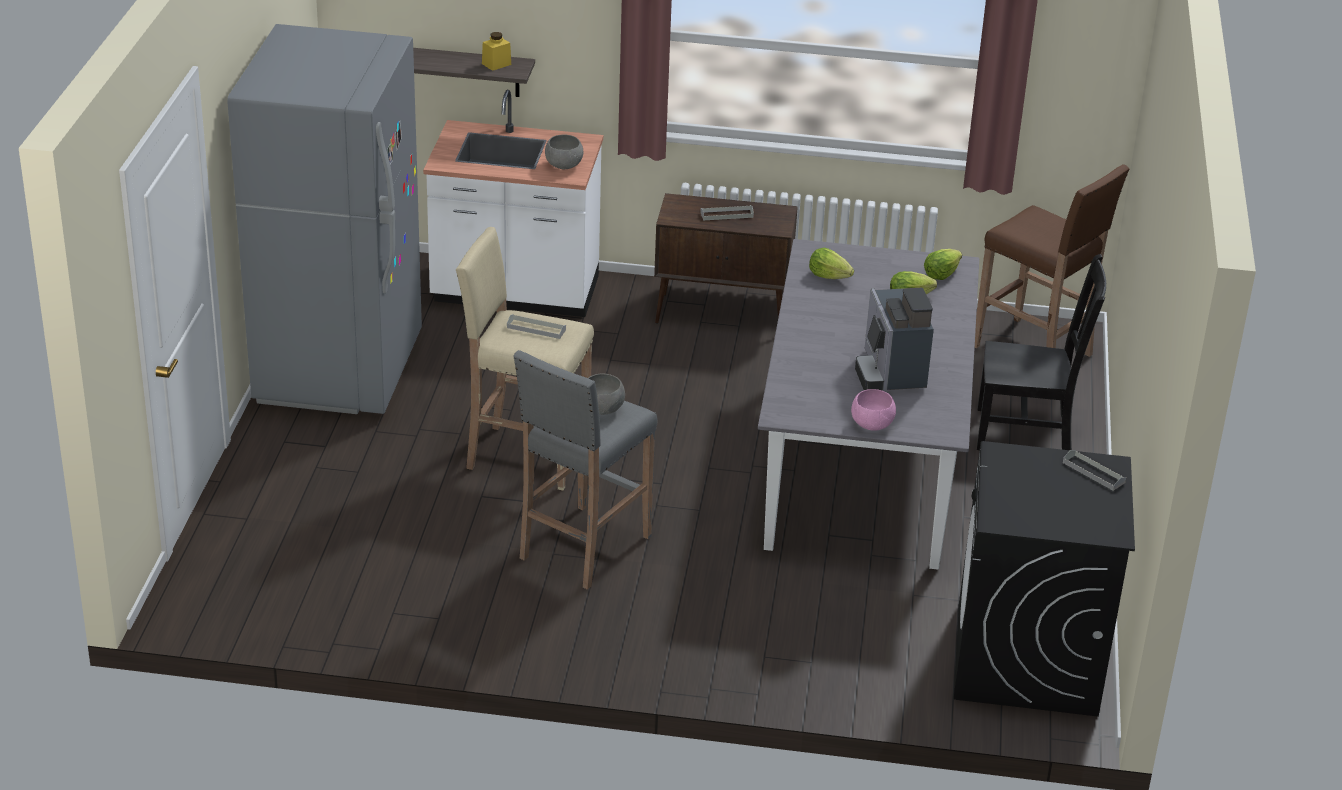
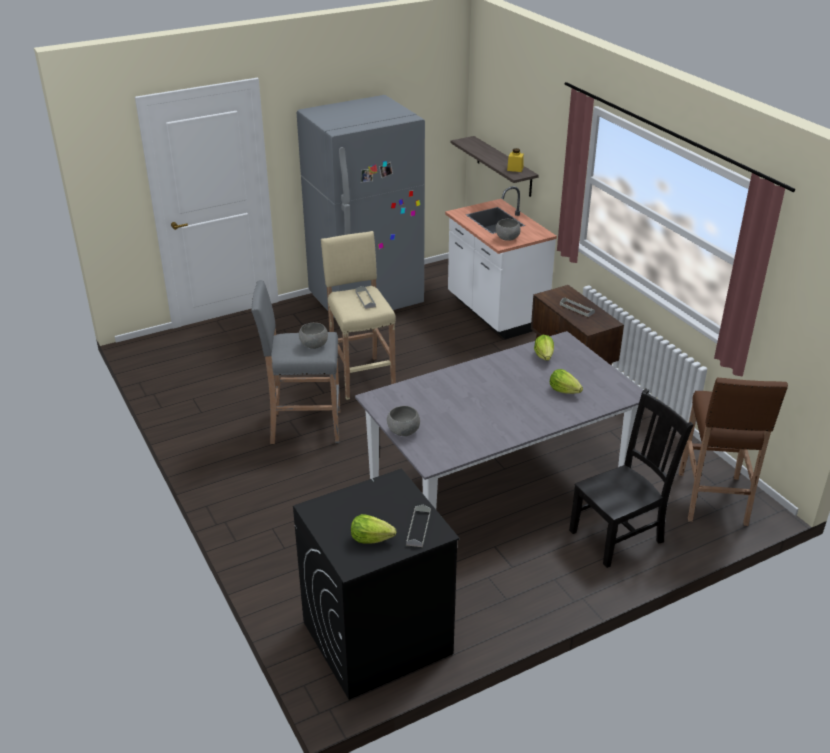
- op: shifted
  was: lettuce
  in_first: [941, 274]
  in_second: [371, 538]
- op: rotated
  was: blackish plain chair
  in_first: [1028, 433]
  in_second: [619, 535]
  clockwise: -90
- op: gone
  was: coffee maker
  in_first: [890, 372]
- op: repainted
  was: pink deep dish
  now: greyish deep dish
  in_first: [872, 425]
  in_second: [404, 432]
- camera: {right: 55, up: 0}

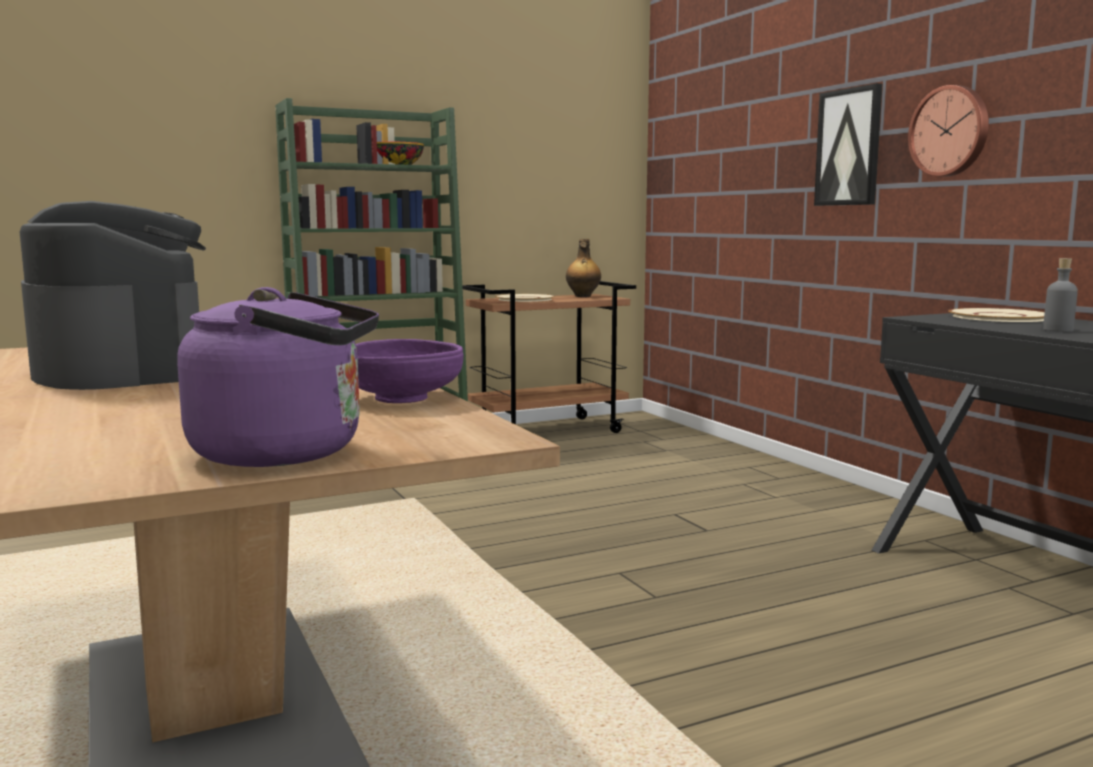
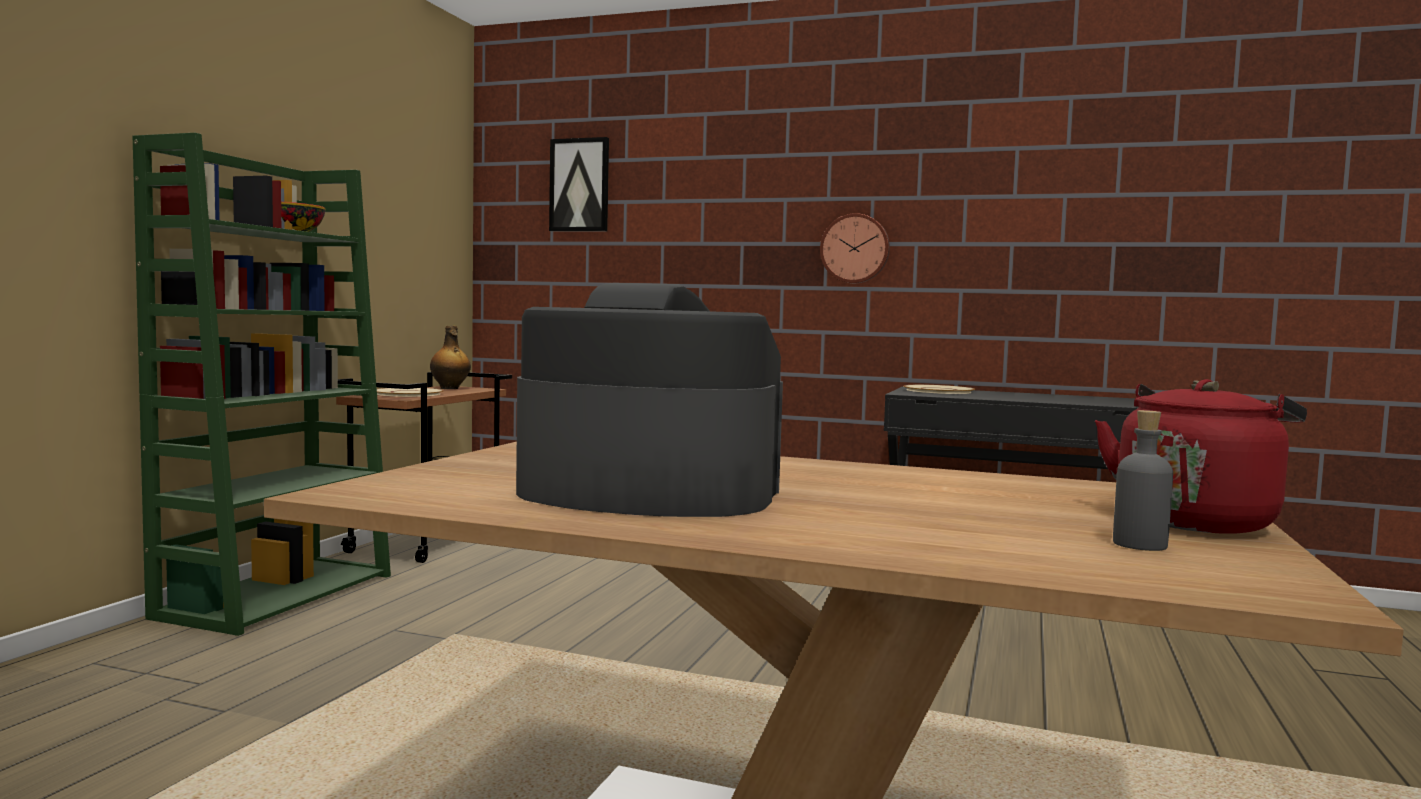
- op: shifted
  was: picture
  in_first: [849, 147]
  in_second: [580, 185]
- op: shifted
  was: greyish bottle
  in_first: [1058, 330]
  in_second: [1139, 544]
- op: repainted
  was: purple tea kettle
  now: red tea kettle
  in_first: [289, 453]
  in_second: [1196, 521]
- op: gone
  was: purple deep dish
  in_first: [402, 398]
- camera: {right: -45, up: -5}

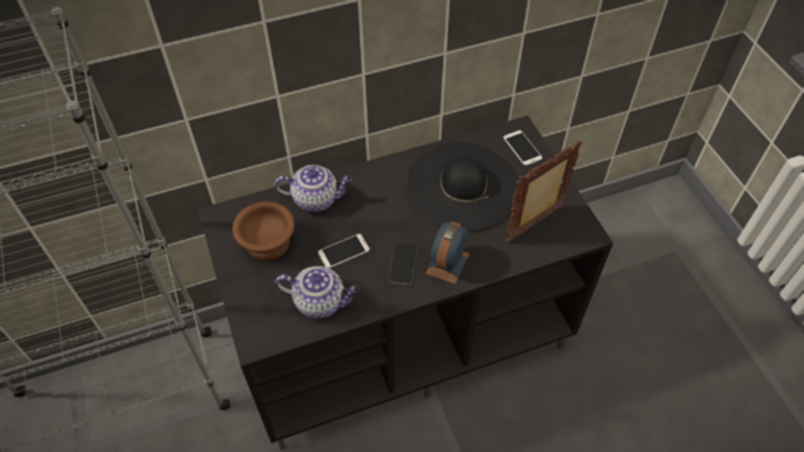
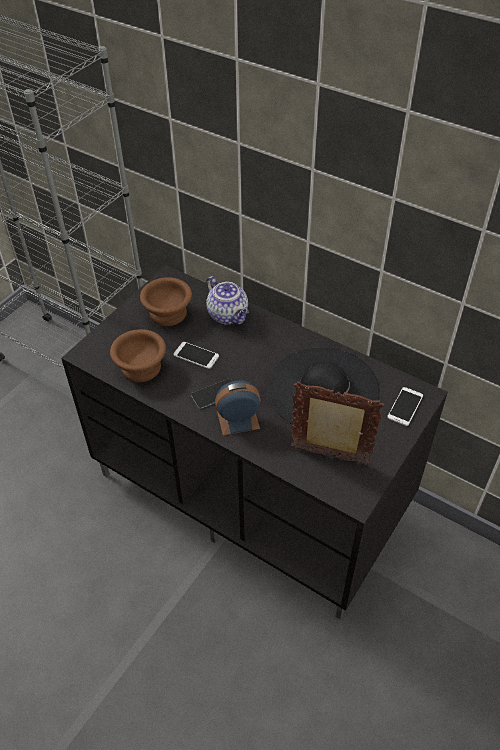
- op: swapped
  was: tea pot
  now: brown-coloured deep dish
  in_first: [321, 302]
  in_second: [142, 368]
- camera: {right: 55, up: -5}

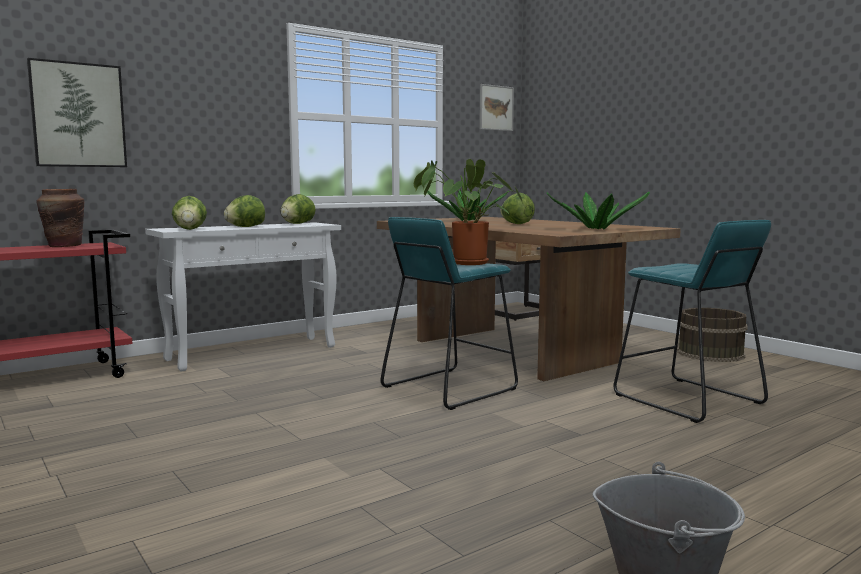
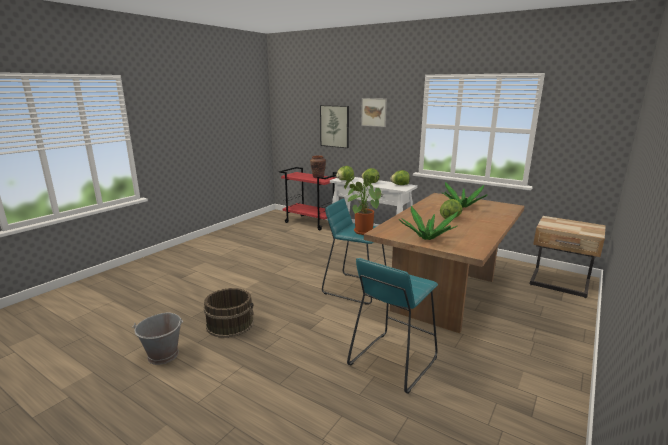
- op: shifted
  was: picture
  in_first: [496, 108]
  in_second: [373, 112]
- op: shifted
  was: brown-coloured bucket
  in_first: [709, 353]
  in_second: [230, 324]
- camera: {right: 70, up: 10}

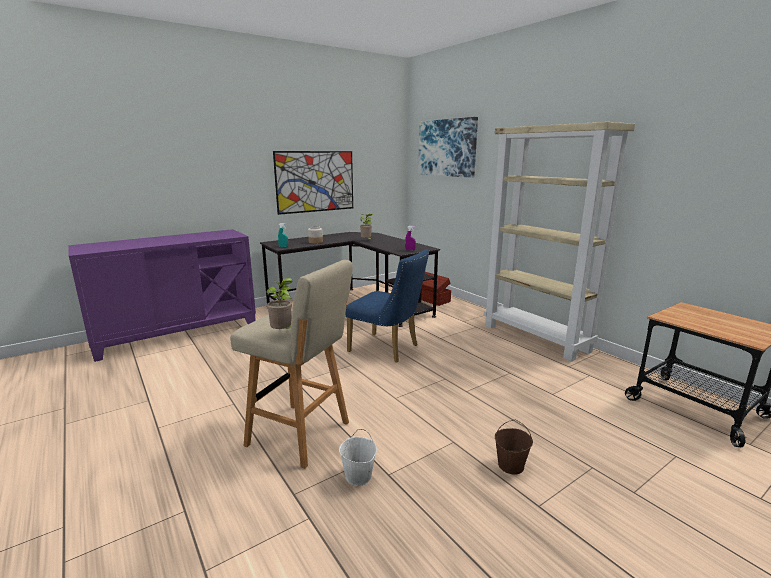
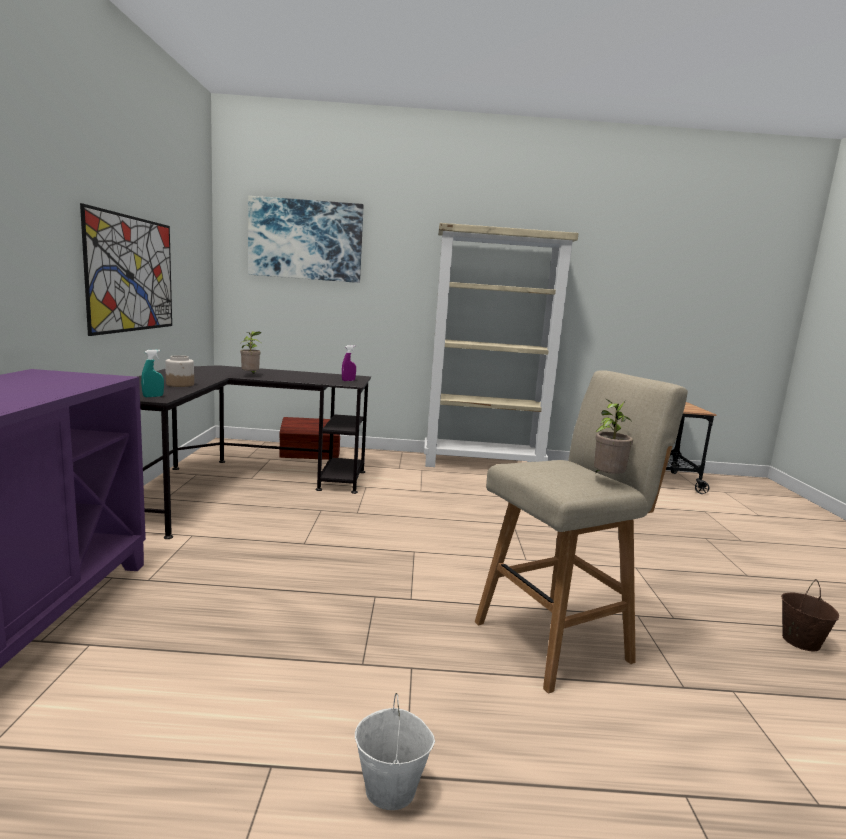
- op: gone
  was: blue-coloured plain chair
  in_first: [388, 349]
- op: shifted
  was: brown-coloured bucket
  in_first: [511, 465]
  in_second: [800, 641]
- op: shifted
  was: white-coloured bucket
  in_first: [358, 476]
  in_second: [391, 788]
- camera: {right: -55, up: -5}

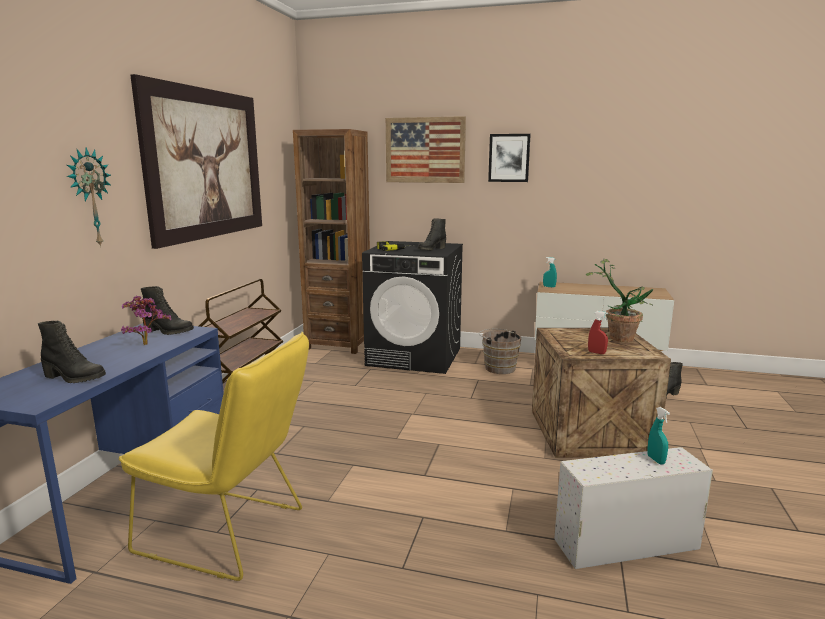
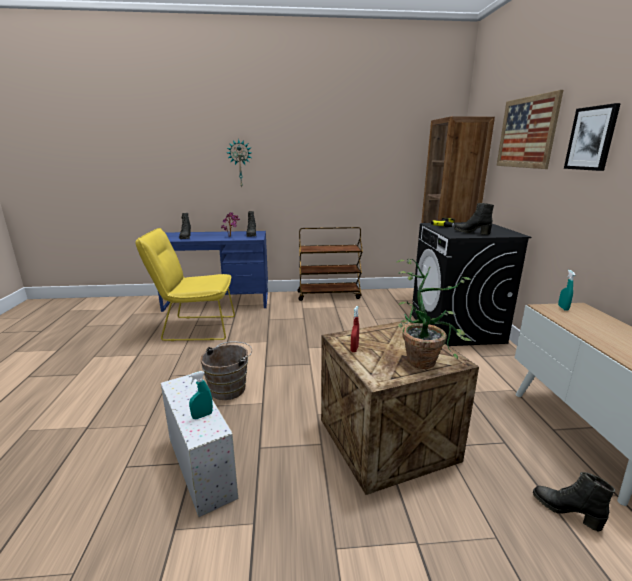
- op: gone
  was: picture
  in_first: [206, 164]
- op: shifted
  was: brown-coloured bucket
  in_first: [498, 367]
  in_second: [230, 388]
- op: rotated
  was: yellowish plain chair
  in_first: [230, 533]
  in_second: [194, 328]
  clockwise: 90
- camera: {right: 70, up: 5}

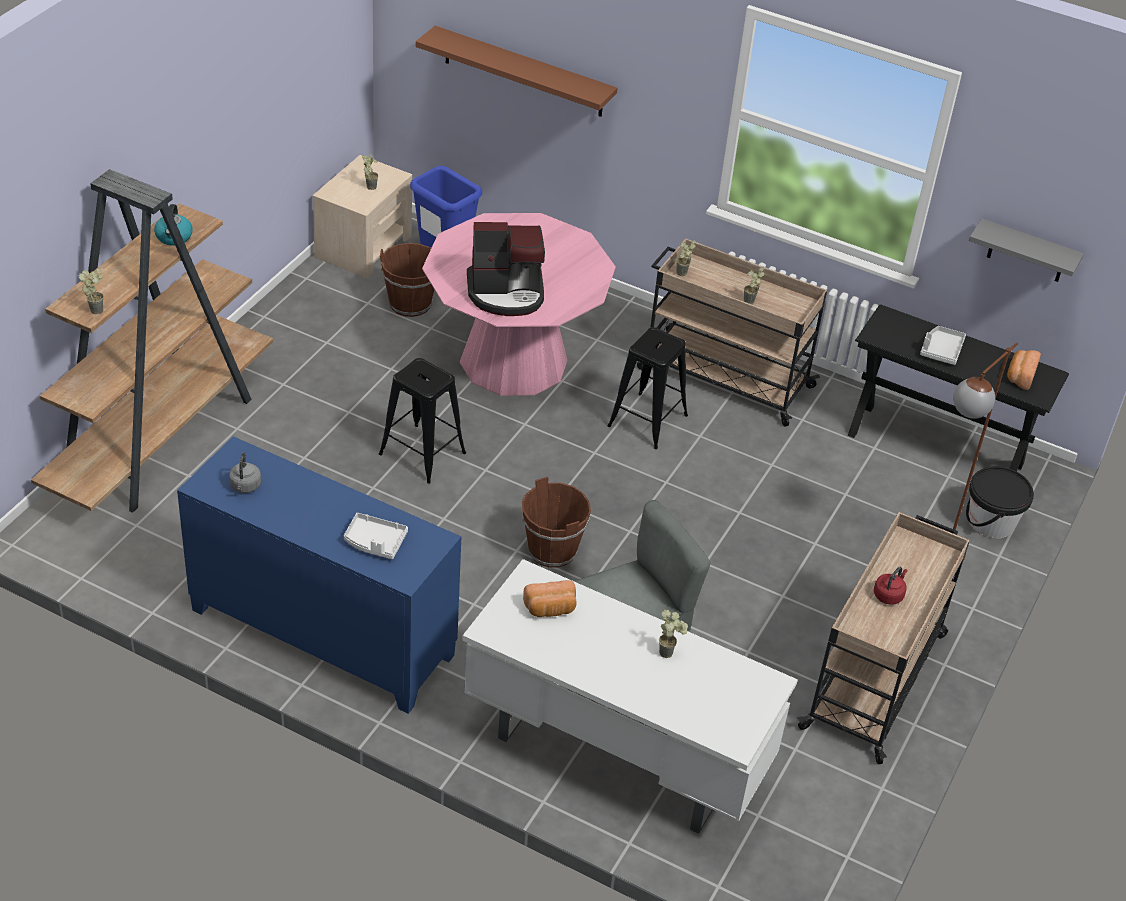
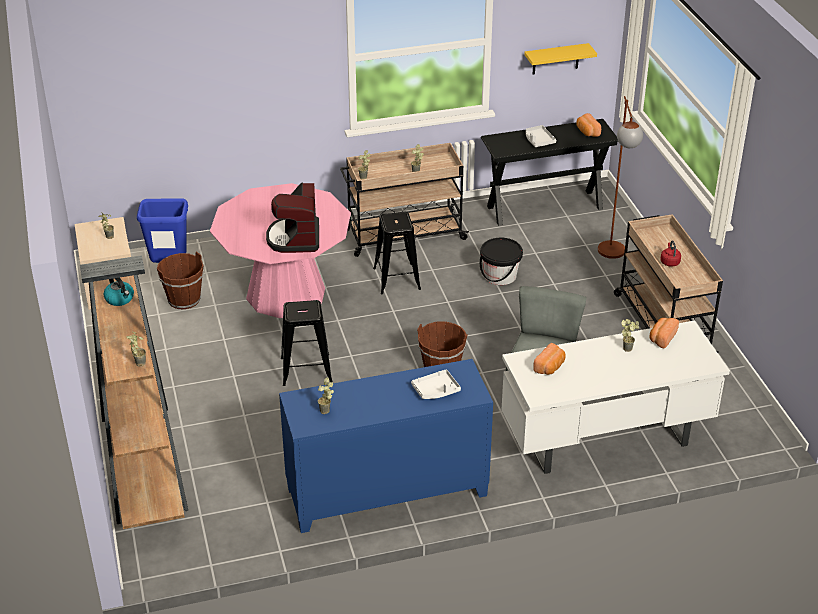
- op: gone
  was: brown-coloured bracket shelf
  in_first: [523, 72]
- op: repainted
  was: greyish bracket shelf
  now: yellowish bracket shelf
  in_first: [1027, 252]
  in_second: [555, 59]
- op: rotated
  was: coffee maker
  in_first: [506, 293]
  in_second: [295, 238]
  clockwise: 135
- op: swapped
  was: greyish tea kettle
  now: houseplant
  in_first: [245, 487]
  in_second: [327, 412]
- op: shifted
  was: blackish bucket
  in_first: [991, 521]
  in_second: [500, 275]
- op: new
  now: bakery bread
  in_second: [662, 338]
- camera: {right: -40, up: -5}

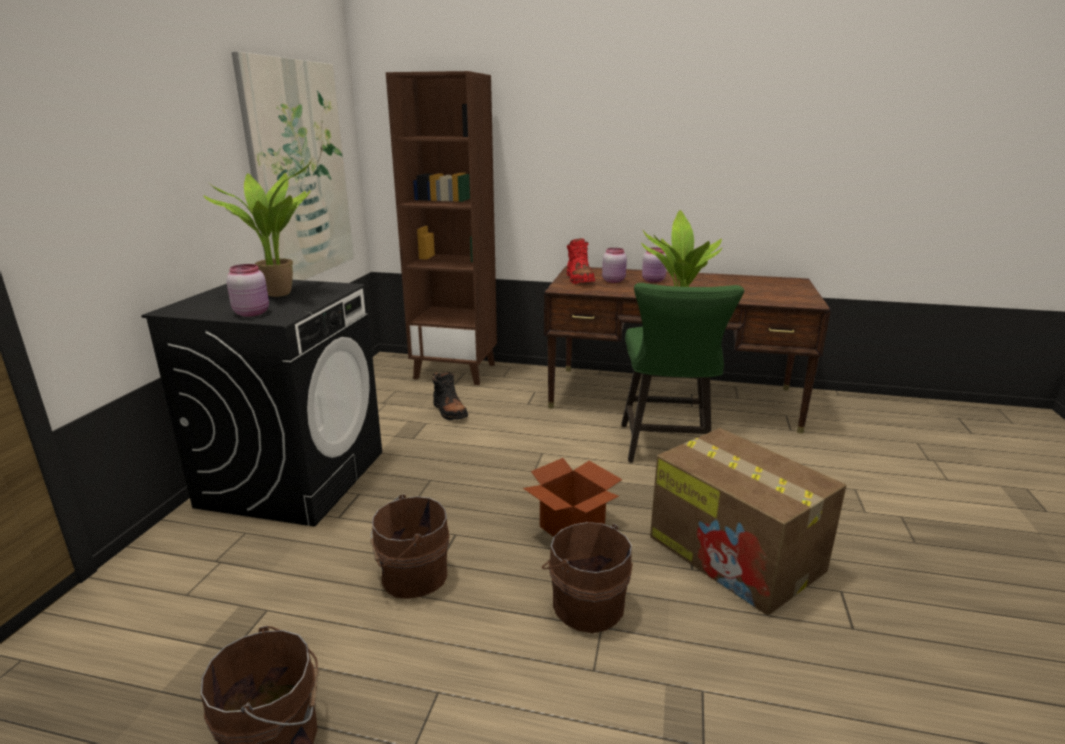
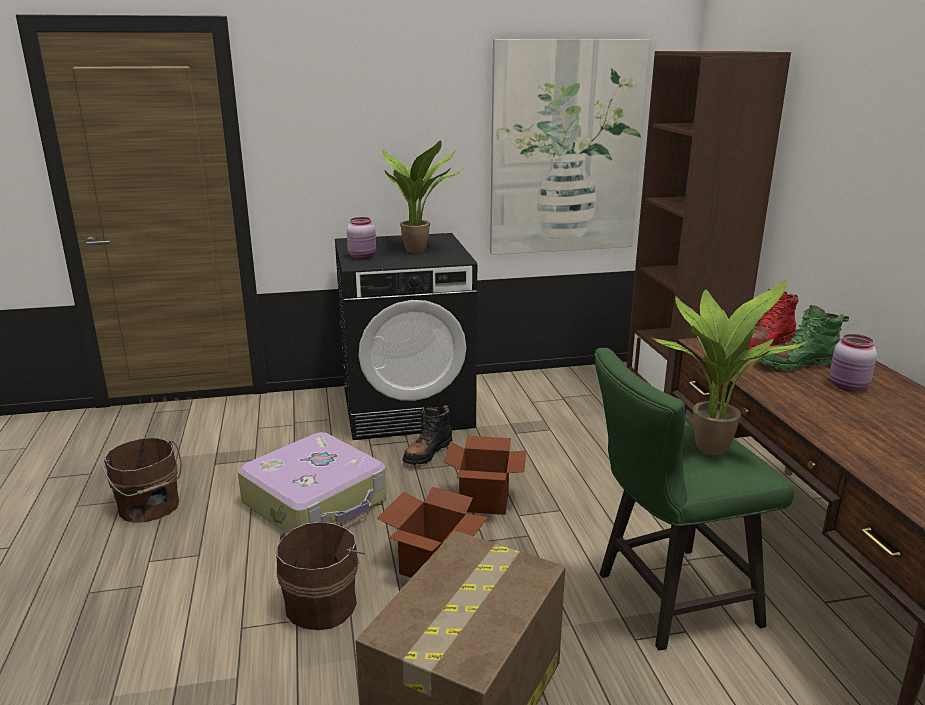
- op: swapped
  was: pink jar
  now: green tall boot
  in_first: [614, 281]
  in_second: [796, 364]
- op: shifted
  was: blackish tall boot
  in_first: [449, 411]
  in_second: [427, 453]
- op: swapped
  was: brown-coloured bucket
  now: travel case
  in_first: [411, 576]
  in_second: [316, 501]
- op: new
  now: packing box
  in_second: [484, 501]
- camera: {right: 65, up: 0}

